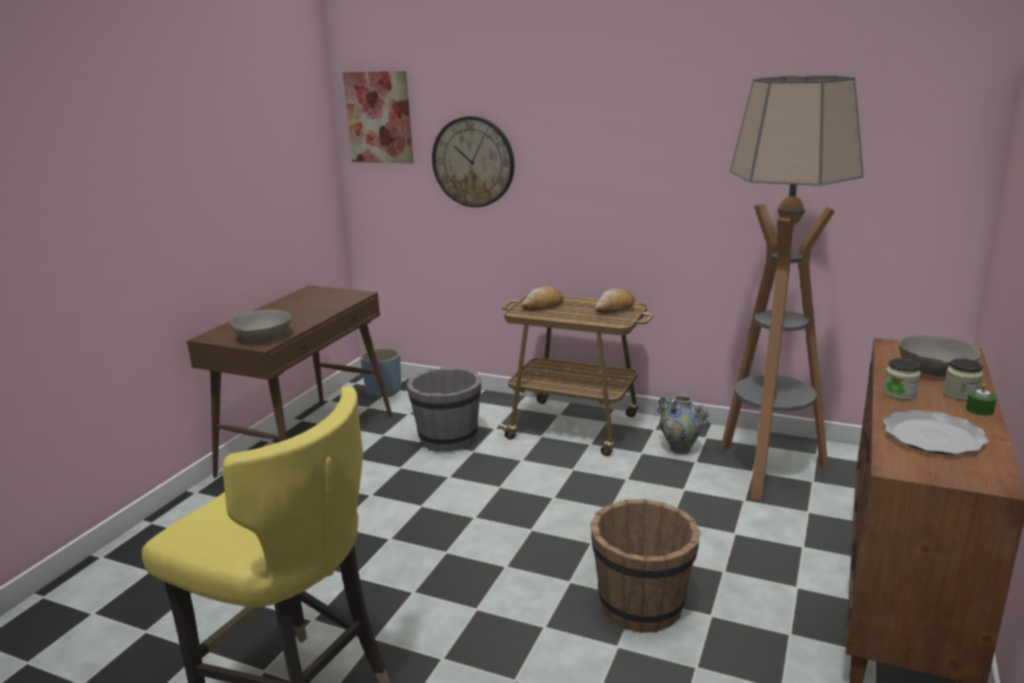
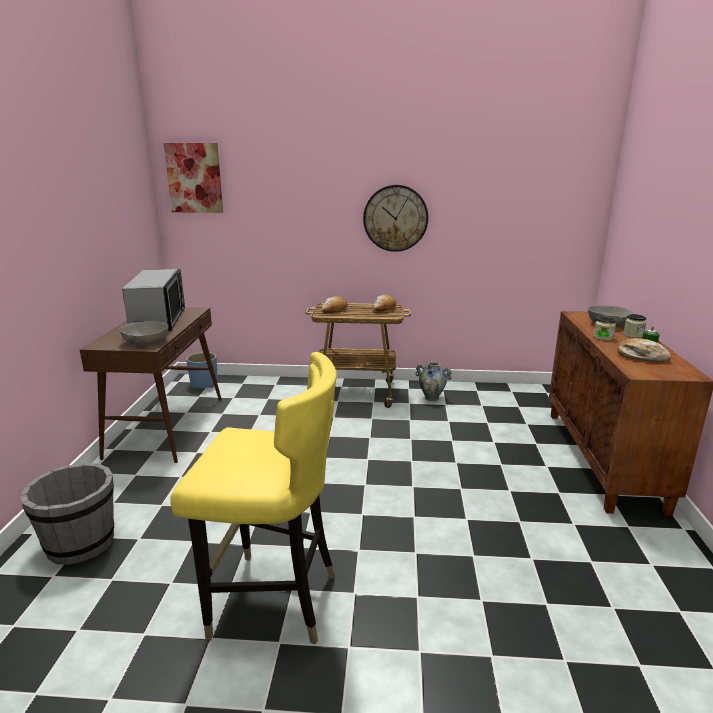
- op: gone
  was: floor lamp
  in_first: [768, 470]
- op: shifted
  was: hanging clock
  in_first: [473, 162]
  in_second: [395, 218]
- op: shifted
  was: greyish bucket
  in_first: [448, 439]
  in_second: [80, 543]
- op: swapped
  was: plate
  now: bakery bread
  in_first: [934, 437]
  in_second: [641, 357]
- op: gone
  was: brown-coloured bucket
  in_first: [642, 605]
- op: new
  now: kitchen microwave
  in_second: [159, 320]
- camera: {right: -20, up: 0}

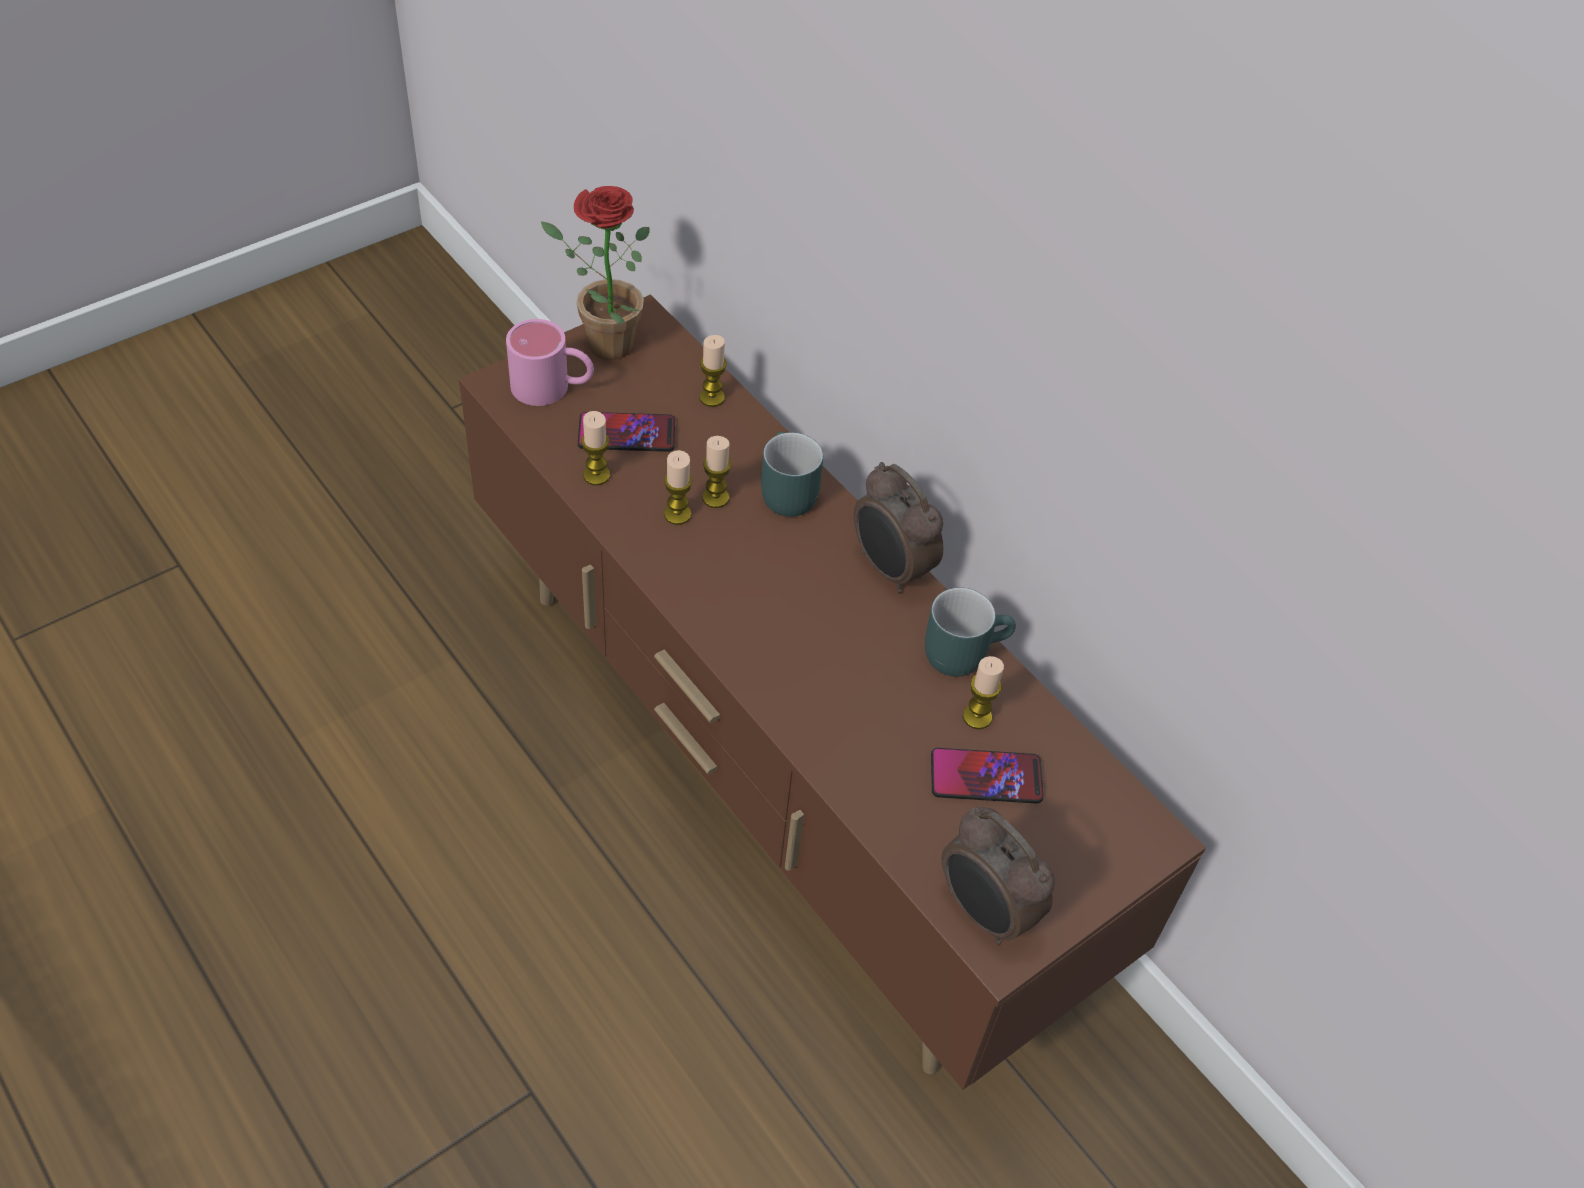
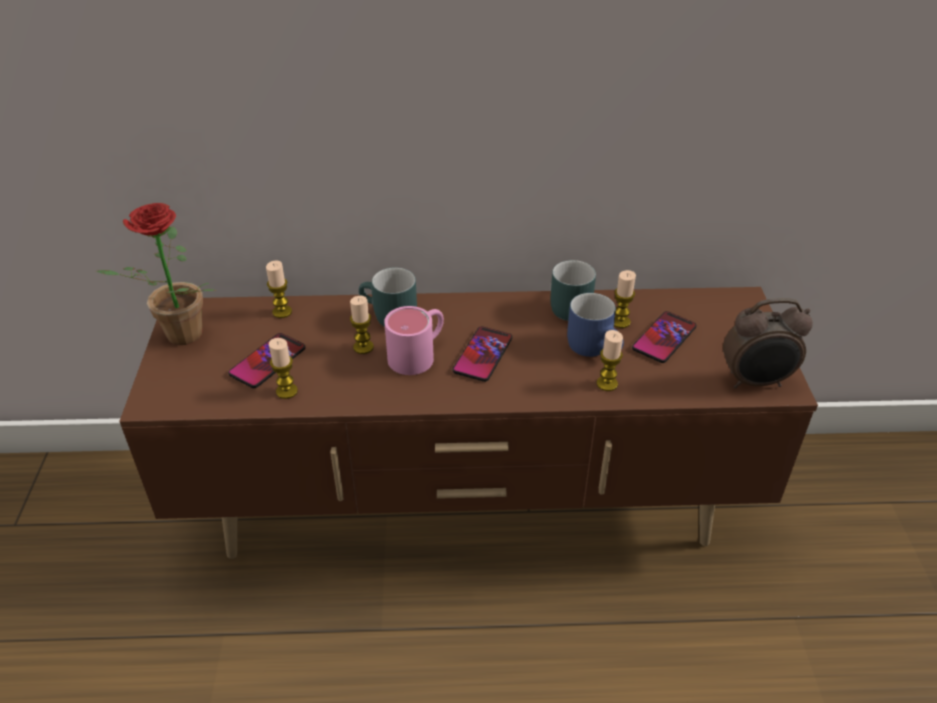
- op: shifted
  was: pink mug
  in_first: [553, 387]
  in_second: [419, 354]
- op: shifted
  was: wax candle
  in_first: [677, 514]
  in_second: [607, 384]
- op: gone
  was: bedside clock
  in_first: [890, 569]
- op: new
  now: blue-coloured mug
  in_second: [595, 347]
- op: new
  now: handset
  in_second: [483, 355]
- camera: {right: -50, up: -10}

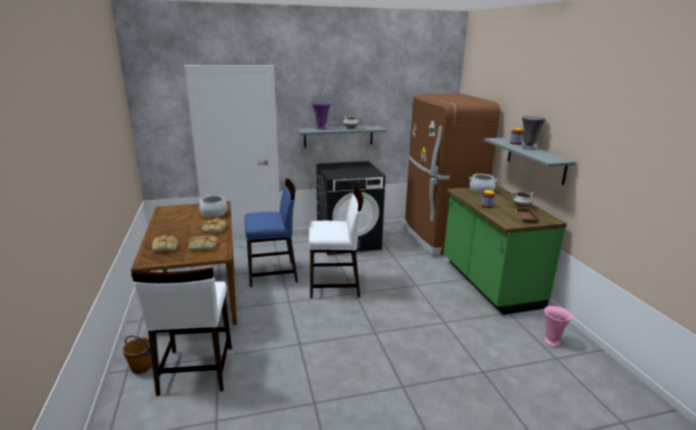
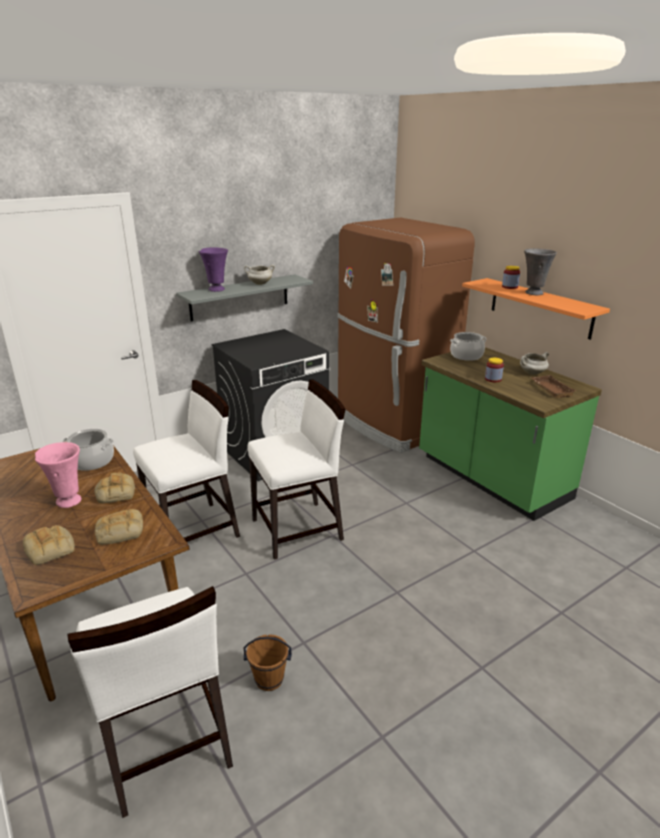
- op: repainted
  was: greyish bracket shelf
  now: orange-coloured bracket shelf
  in_first: [535, 160]
  in_second: [540, 307]
- op: repainted
  was: blue-coloured plain chair
  now: white-coloured plain chair
  in_first: [273, 274]
  in_second: [194, 531]
- op: shifted
  was: pink vase
  in_first: [551, 341]
  in_second: [68, 501]
- op: shifted
  was: brown-coloured bucket
  in_first: [141, 368]
  in_second: [269, 680]
- camera: {right: -20, up: 5}

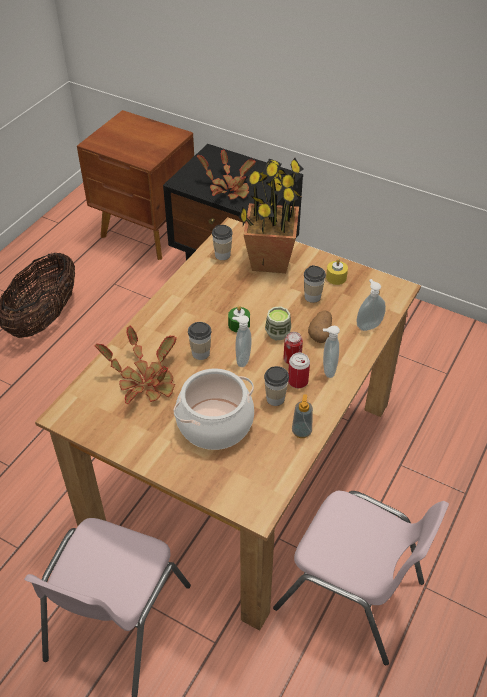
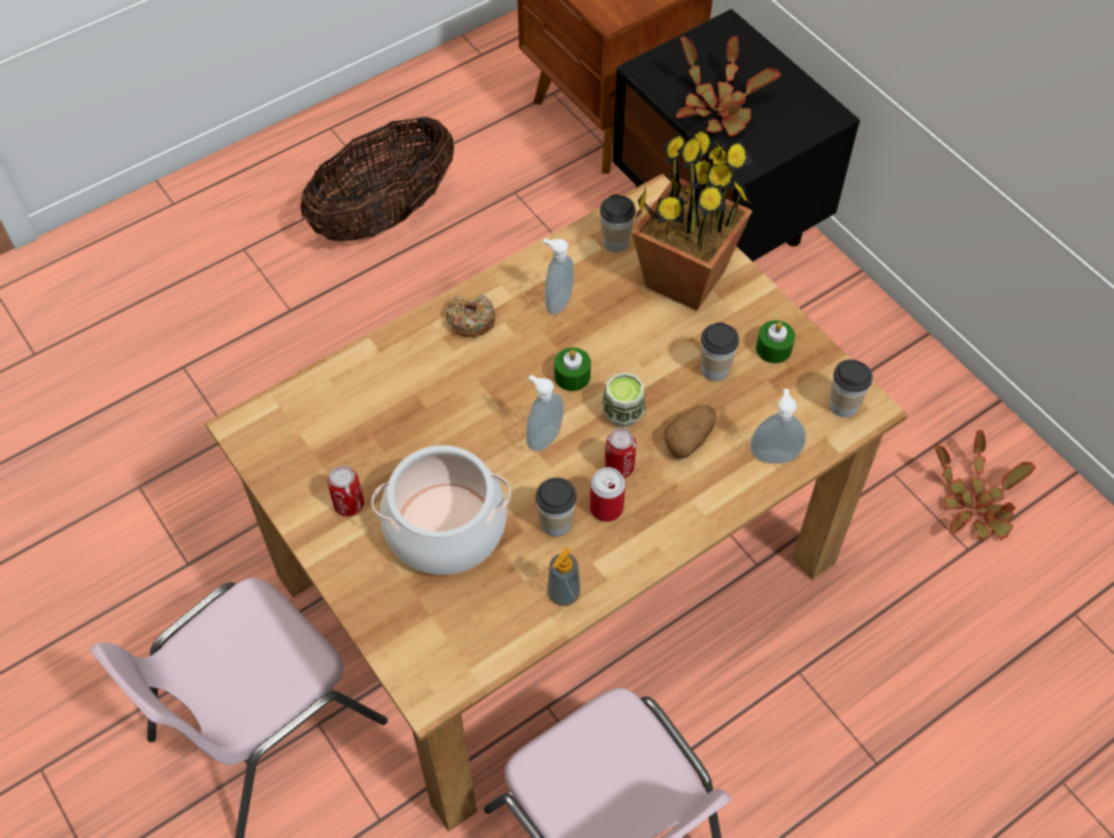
- op: repainted
  was: yellowish wax candle
  now: green wax candle
  in_first: [336, 277]
  in_second: [773, 348]
- op: shifted
  was: cup
  in_first: [200, 353]
  in_second: [843, 405]
- op: shifted
  was: houseplant
  in_first: [145, 380]
  in_second: [976, 504]
- op: shifted
  was: liquid soap bottle
  in_first: [327, 370]
  in_second: [557, 301]
- op: new
  now: ring doughnut
  in_second: [471, 320]
- op: new
  now: can
  in_second: [349, 504]
- camera: {right: 25, up: 10}

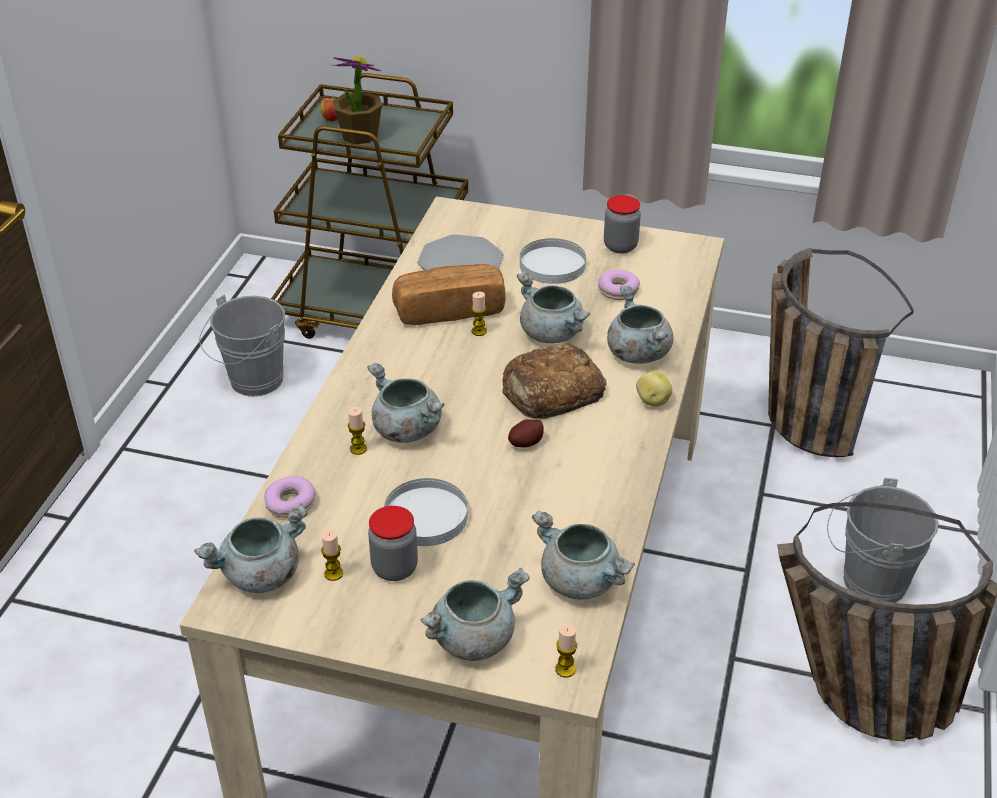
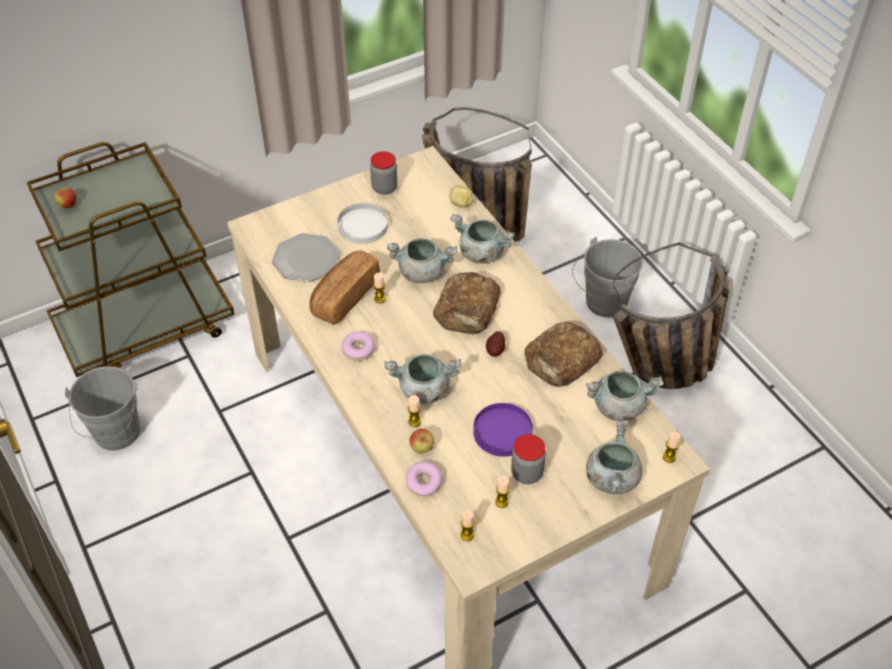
- op: gone
  was: houseplant
  in_first: [359, 135]
- op: shifted
  was: ring doughnut
  in_first: [618, 290]
  in_second: [358, 350]
- op: shifted
  was: spud
  in_first: [652, 401]
  in_second: [461, 204]
- op: repainted
  was: white-coloured plate
  now: purple plate
  in_first: [426, 516]
  in_second: [503, 432]
- op: swapped
  was: greyish saucepot
  now: wax candle
  in_first: [260, 575]
  in_second: [467, 535]
- op: new
  now: bakery bread
  in_second: [562, 360]
- op: new
  now: apple fruit
  in_second: [422, 449]
- camera: {right: -45, up: 10}

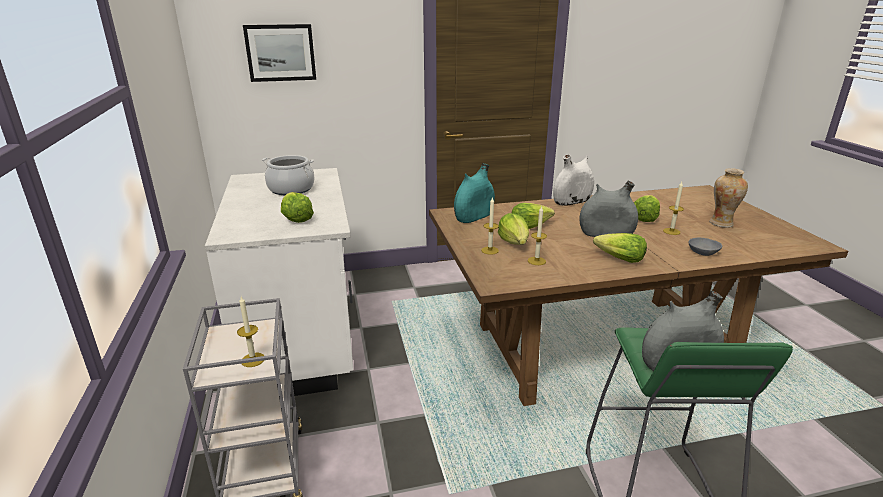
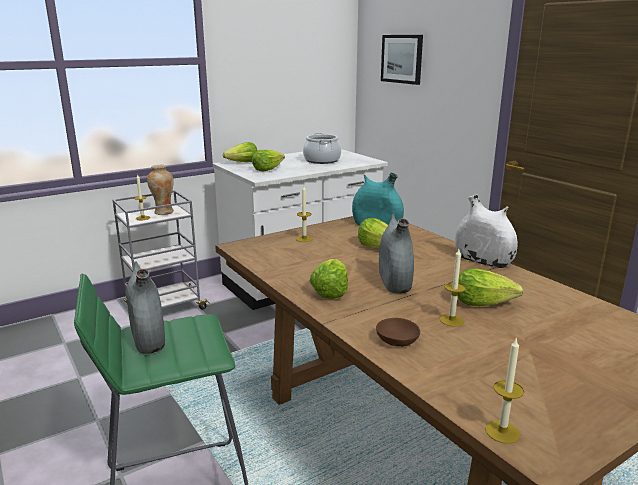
- op: shifted
  was: vase
  in_first: [721, 223]
  in_second: [164, 212]
- op: shifted
  was: wax candle
  in_first: [536, 261]
  in_second: [502, 432]
- op: shifted
  was: lettuce
  in_first: [514, 242]
  in_second: [242, 163]
- op: repainted
  was: greyish deep dish
  now: brown-coloured deep dish
  in_first: [703, 252]
  in_second: [398, 341]
- camera: {right: 70, up: -5}

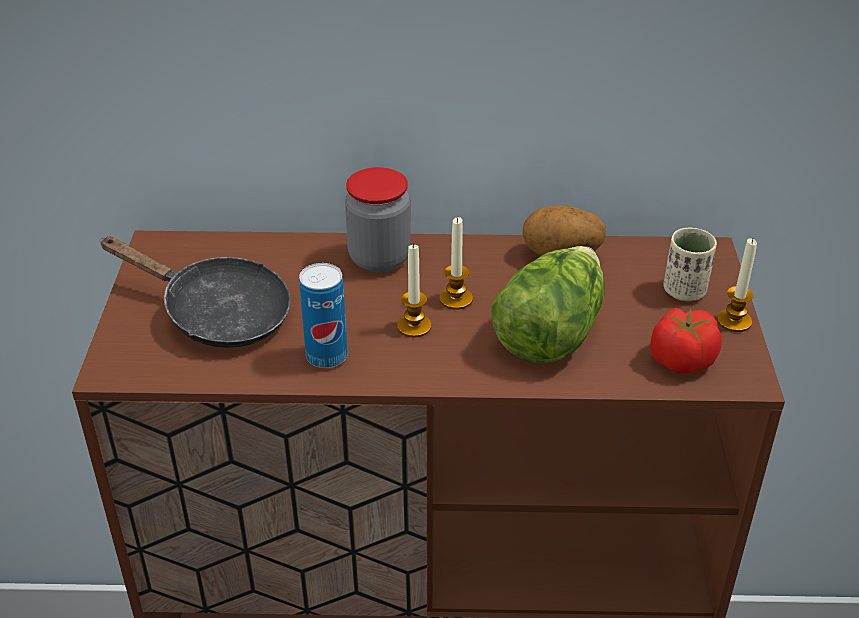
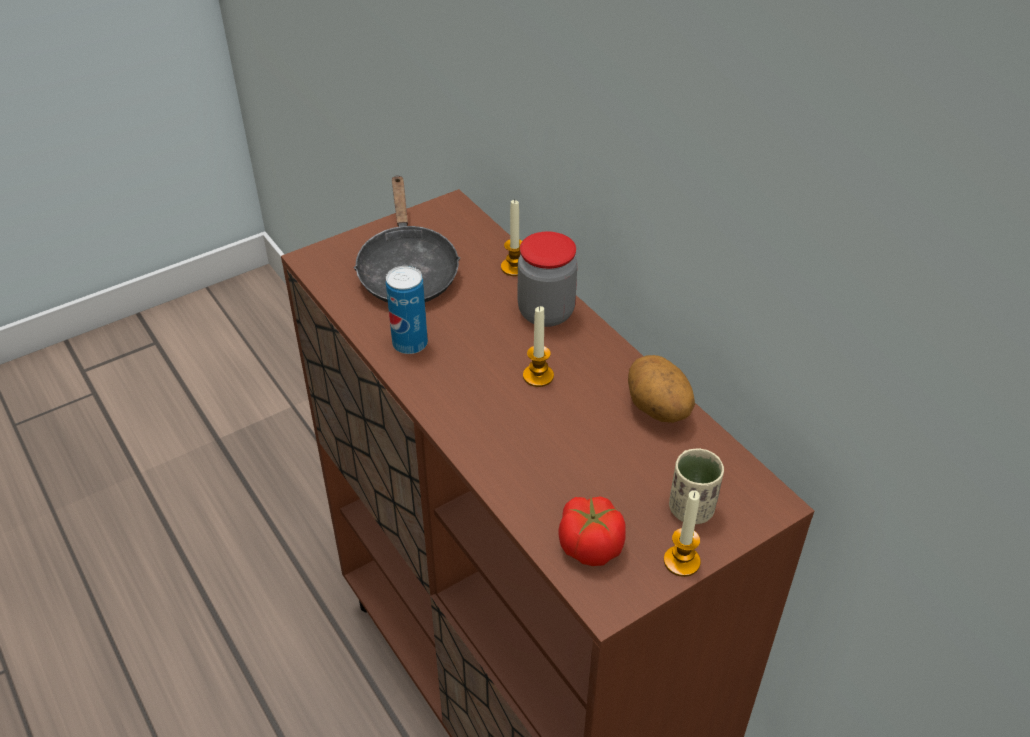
- op: shifted
  was: wax candle
  in_first: [414, 326]
  in_second: [514, 267]
- op: gone
  was: lettuce
  in_first: [549, 331]
- camera: {right: 55, up: 5}

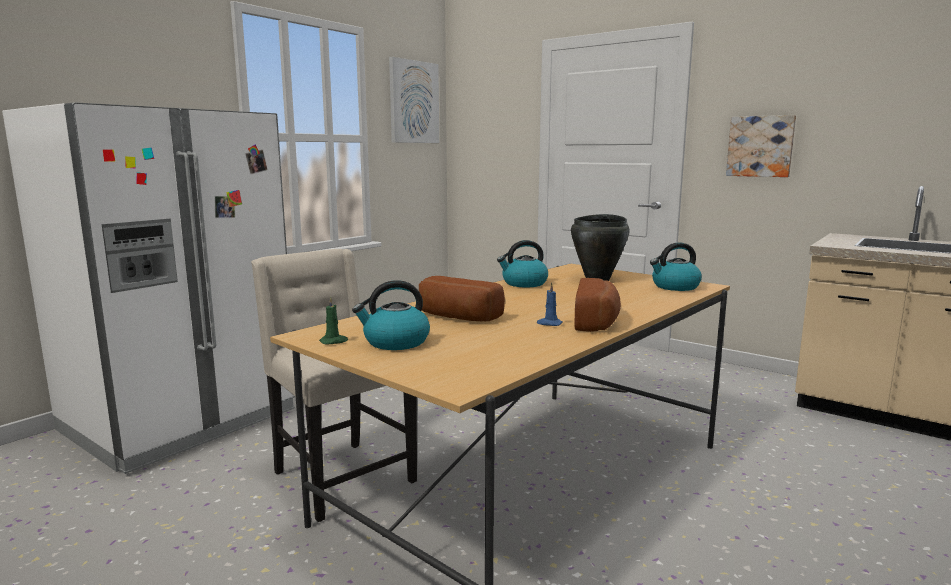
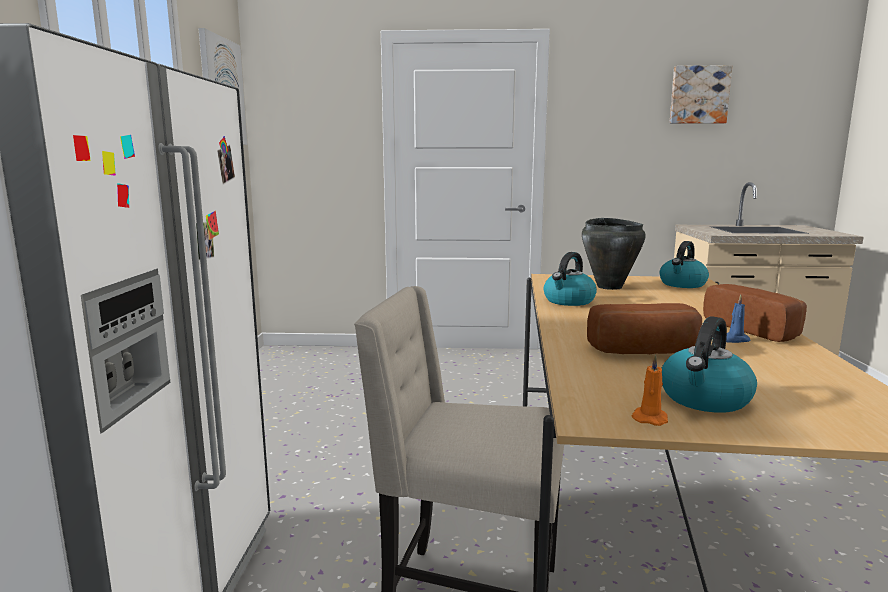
- op: shifted
  was: picture
  in_first: [760, 146]
  in_second: [699, 95]
- op: repainted
  was: green wax candle
  now: orange-coloured wax candle
  in_first: [334, 341]
  in_second: [650, 418]
- camera: {right: -35, up: 0}

